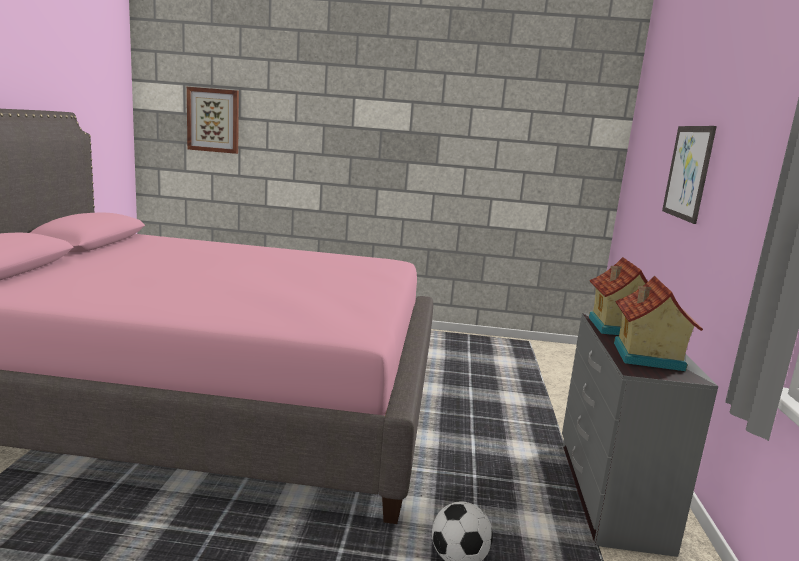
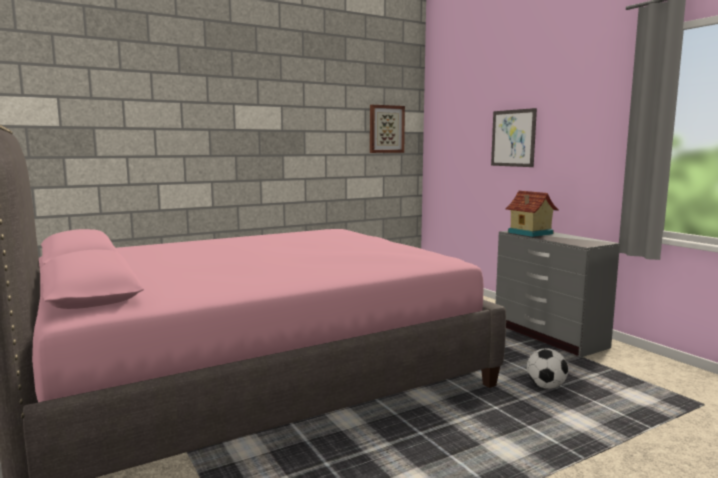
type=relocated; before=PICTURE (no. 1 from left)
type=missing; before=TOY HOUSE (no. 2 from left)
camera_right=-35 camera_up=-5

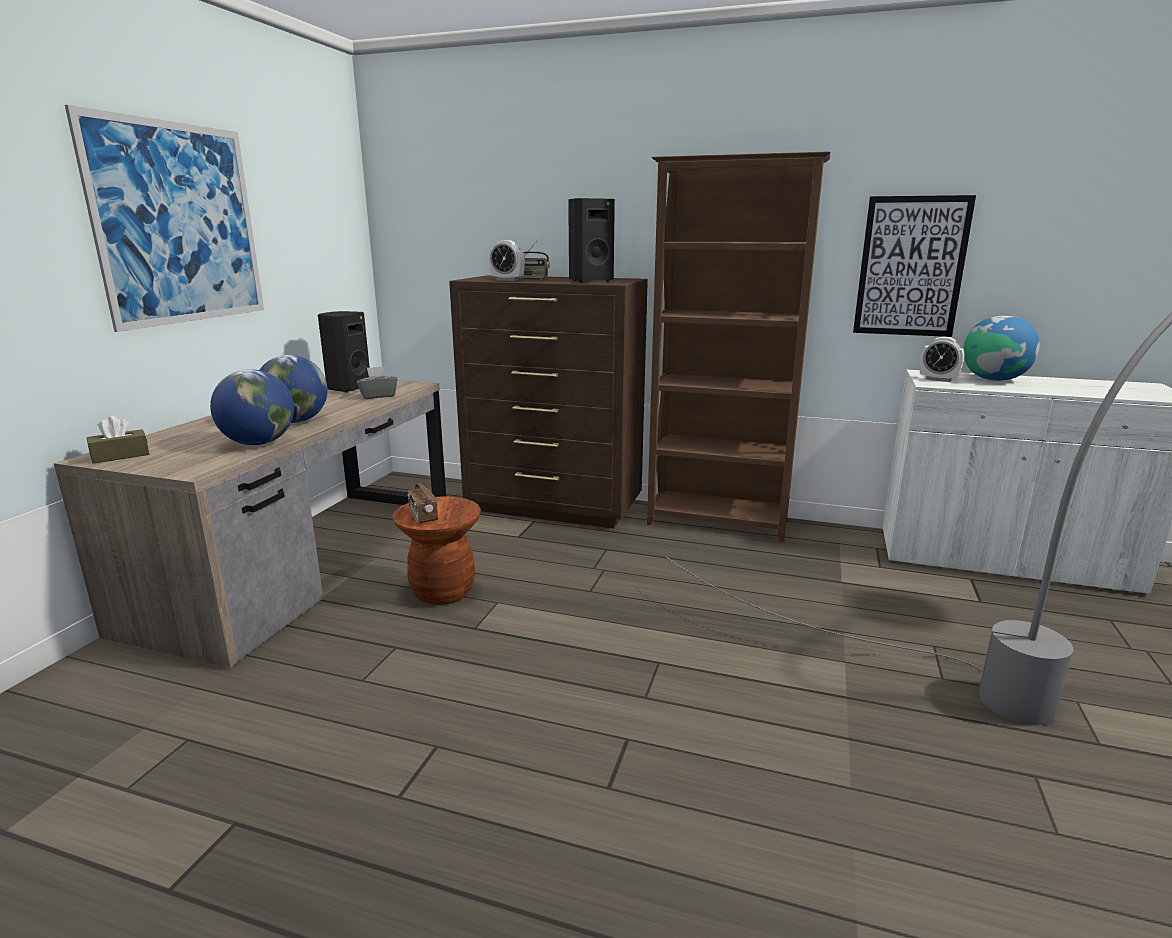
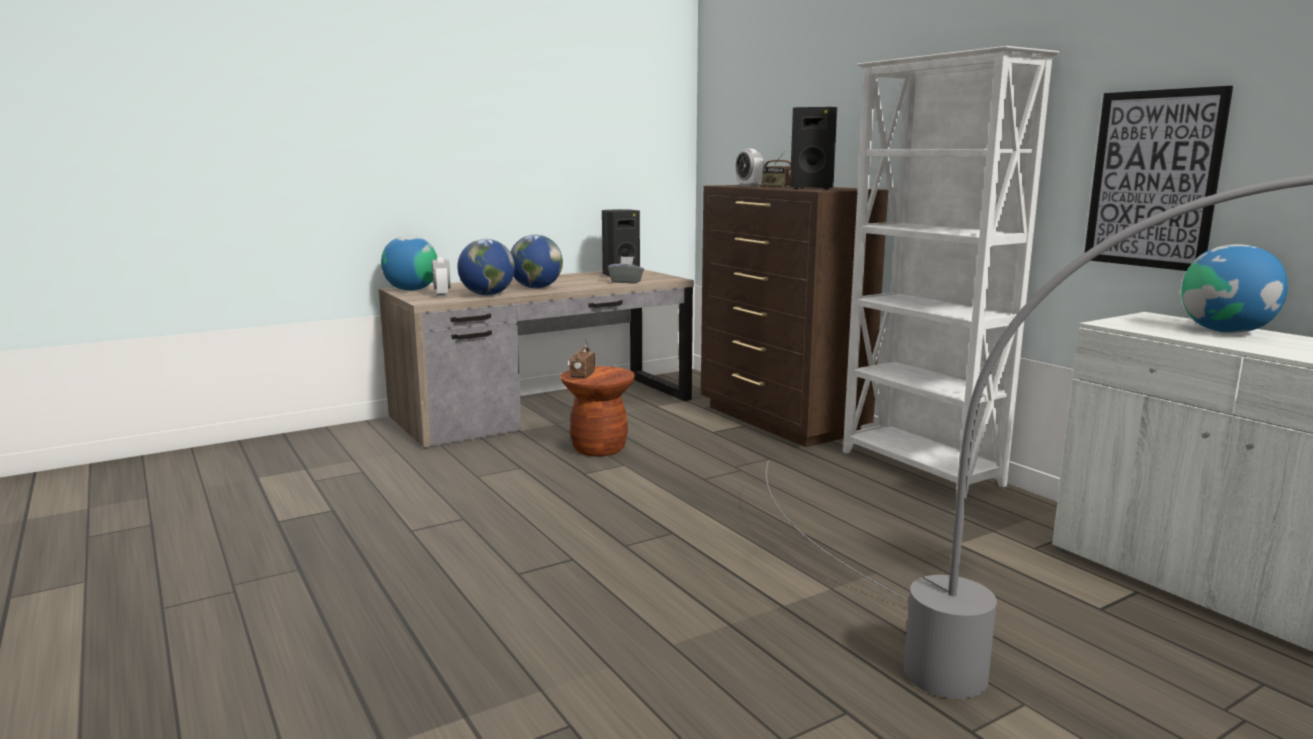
type=missing; before=PICTURE (no. 1 from left)
type=colour; before=BROWN BOOKCASE; after=WHITE BOOKCASE
type=relocated; before=ALARM CLOCK (no. 2 from left in the first image); after=ALARM CLOCK (no. 1 from left)
type=exchanged; before=BROWN TISSUE BOX; after=GLOBE (no. 1 from left)
camera_right=40 camera_up=-5

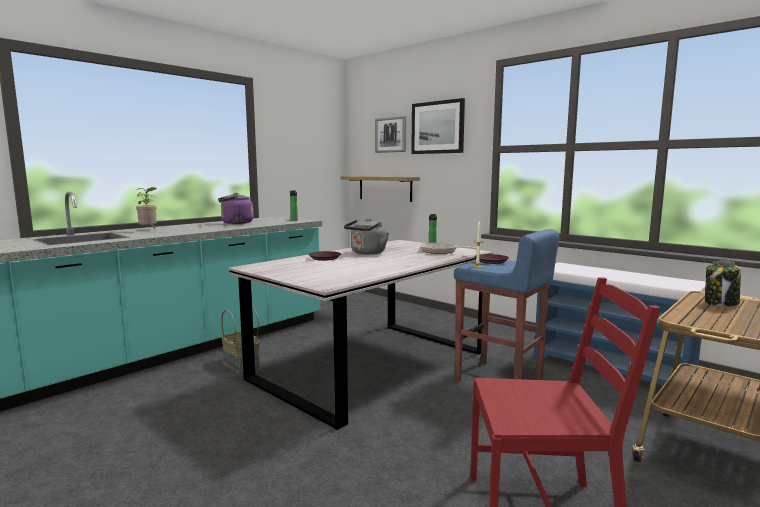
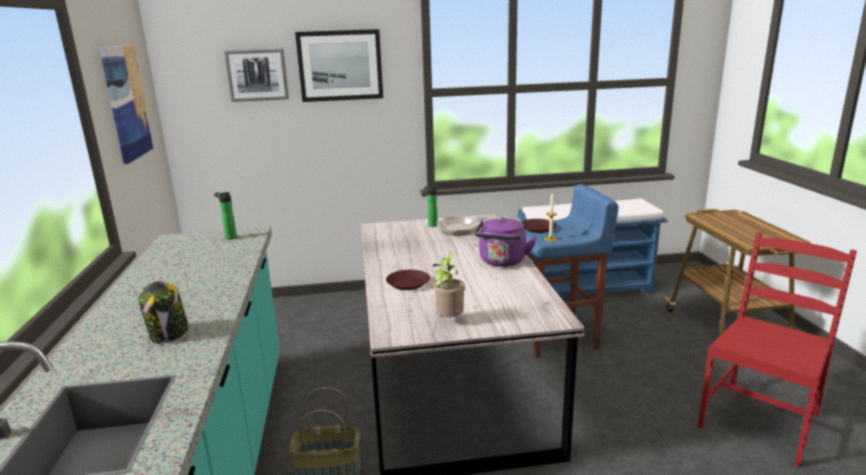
type=missing; before=SHELF
type=relocated; before=POTTED PLANT
type=relocated; before=PURPLE KETTLE
type=missing; before=GREY KETTLE
type=relocated; before=JAR
type=appeared; after=PICTURE (no. 1 from left)
camera_right=-50 camera_up=10

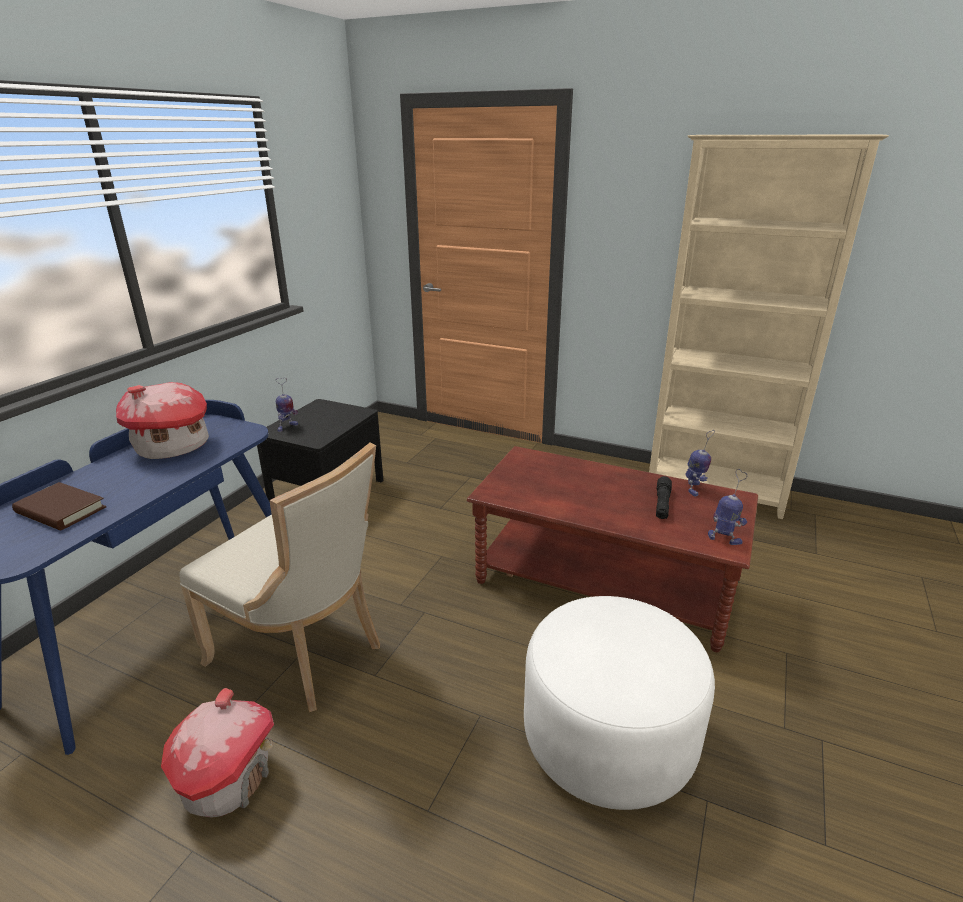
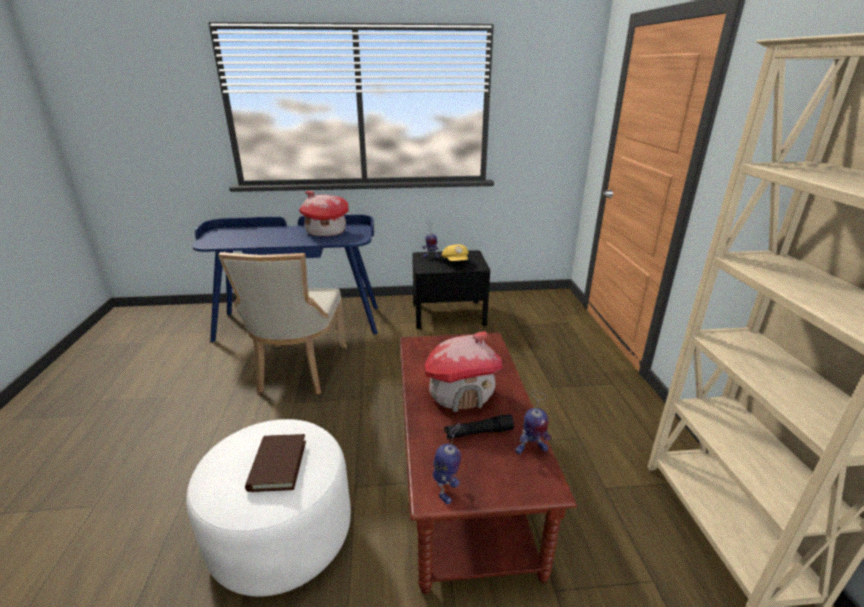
type=relocated; before=BROWN BOOK
type=relocated; before=TOY HOUSE (no. 2 from left)
type=appeared; after=YELLOW CAP
camera_right=60 camera_up=0

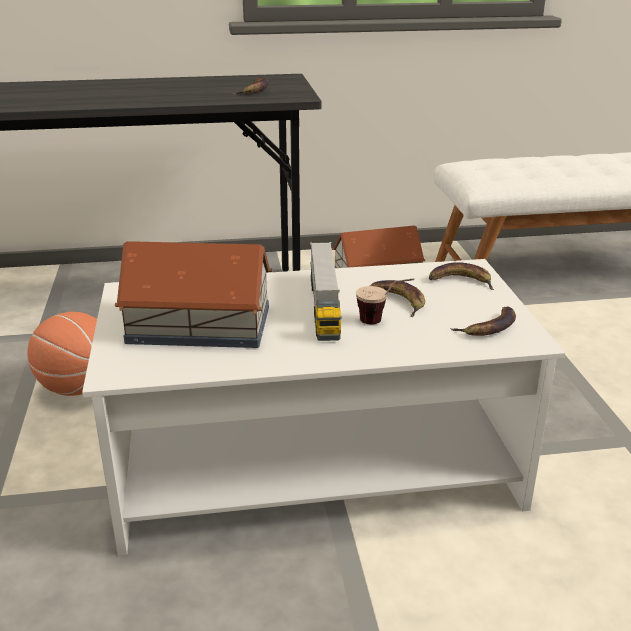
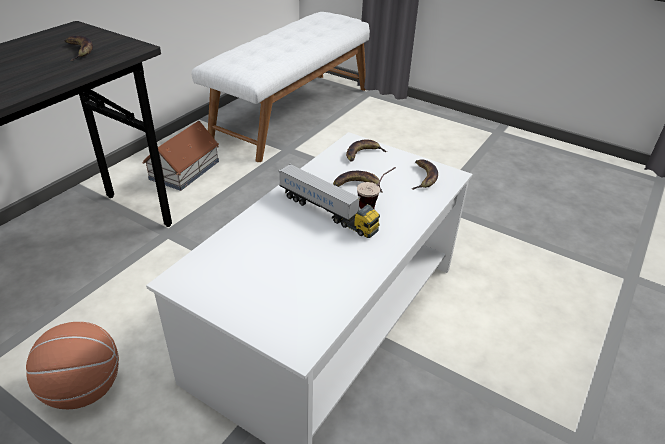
type=missing; before=TOY HOUSE (no. 1 from left)
camera_right=-50 camera_up=10

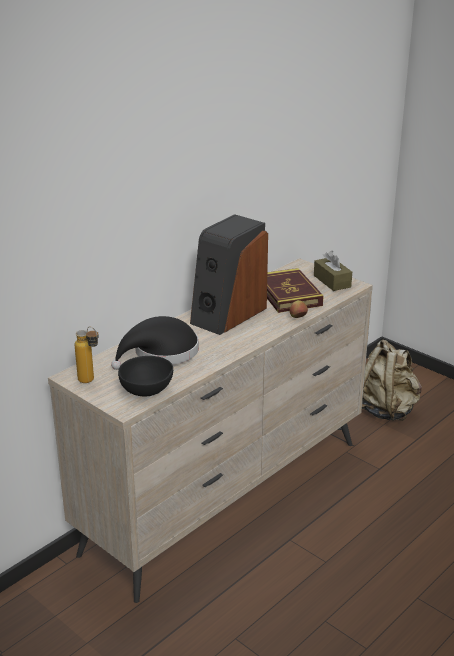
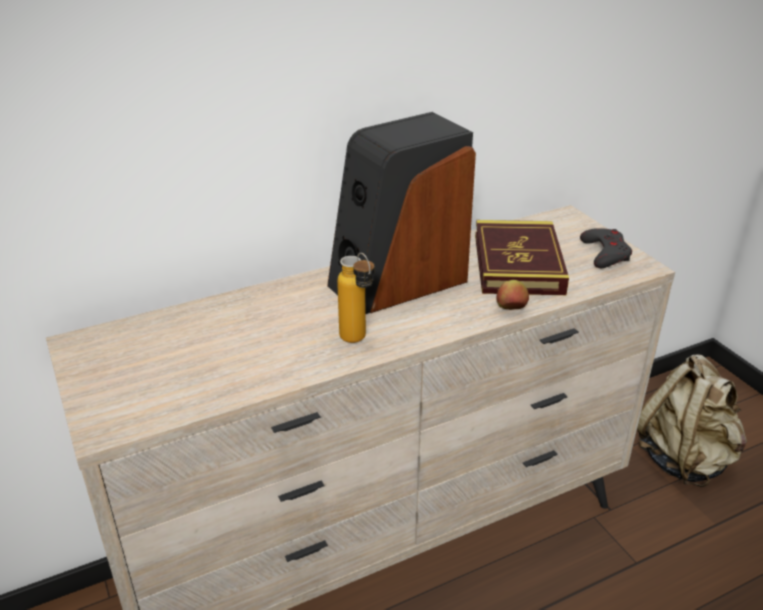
type=exchanged; before=BROWN TISSUE BOX; after=GREY GAME CONTROLLER
type=missing; before=BLACK HAT
type=relocated; before=BOTTLE
type=missing; before=BLACK BOWL
camera_right=20 camera_up=5

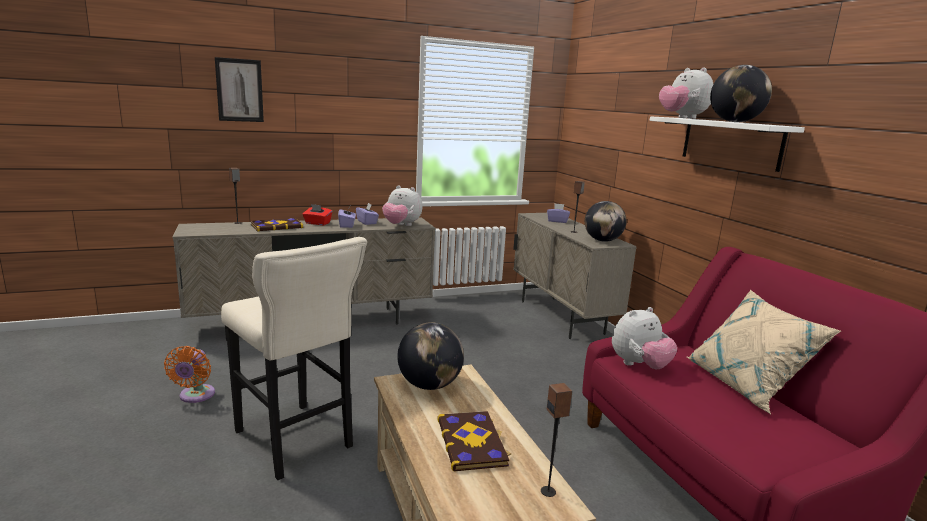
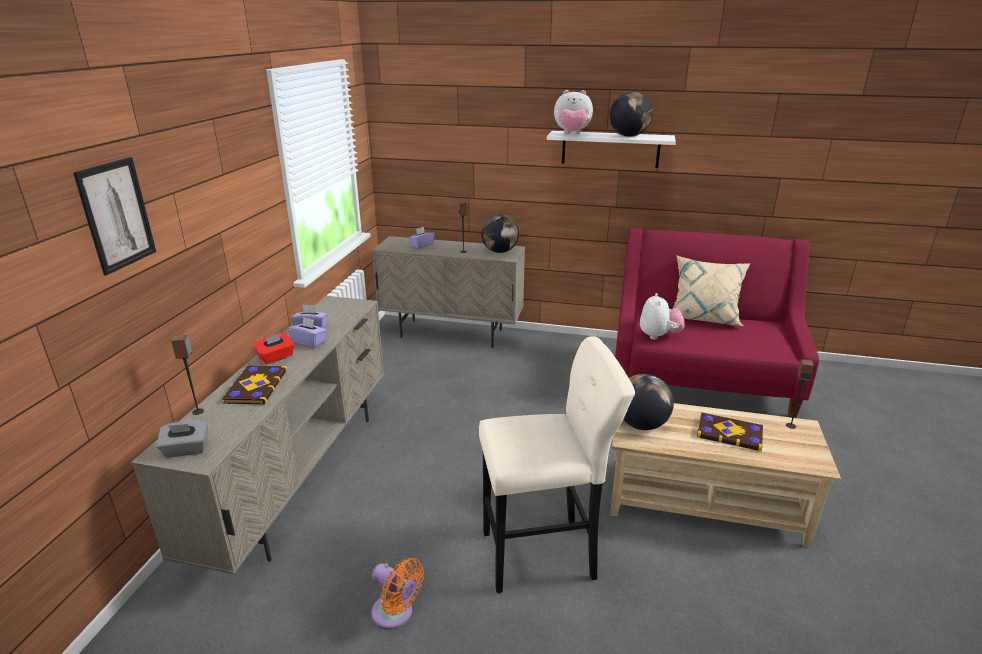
type=missing; before=PLUSH TOY (no. 1 from left)
type=appeared; after=GREY TISSUE BOX
camera_right=-55 camera_up=10

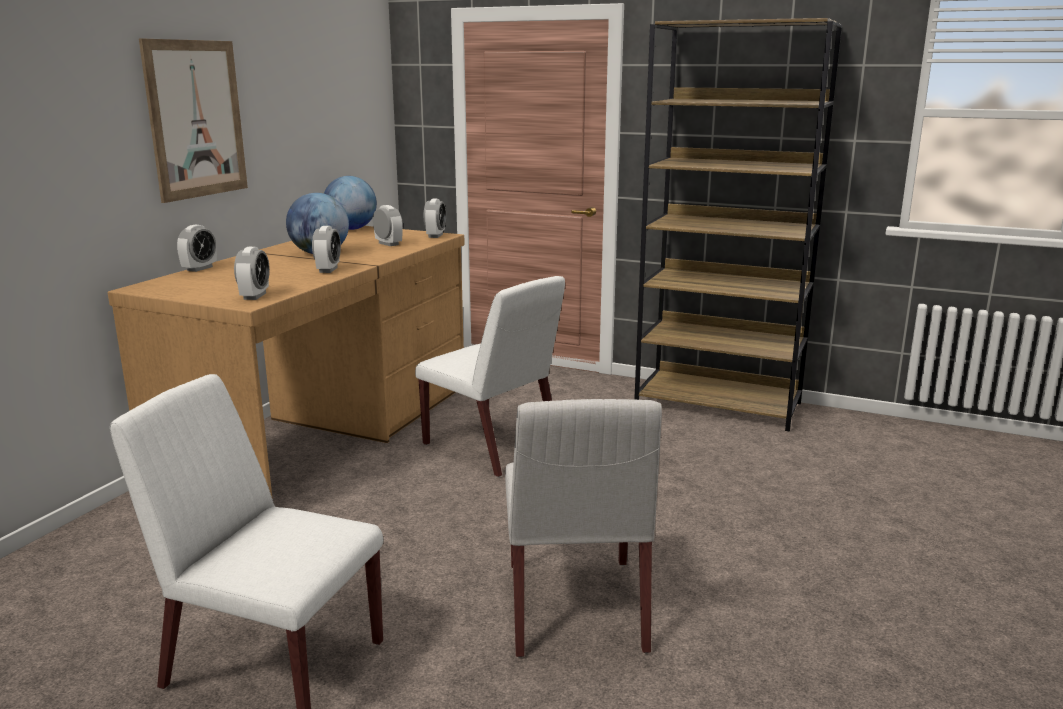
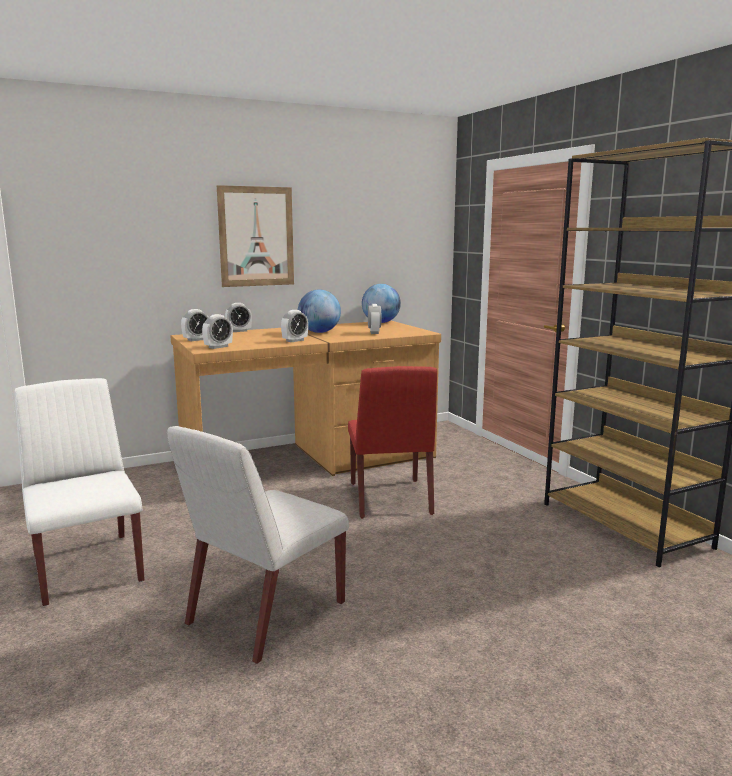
type=relocated; before=ALARM CLOCK (no. 5 from left in the first image); after=ALARM CLOCK (no. 1 from left)
type=colour; before=WHITE CHAIR (no. 2 from left); after=RED CHAIR
camera_right=40 camera_up=-5

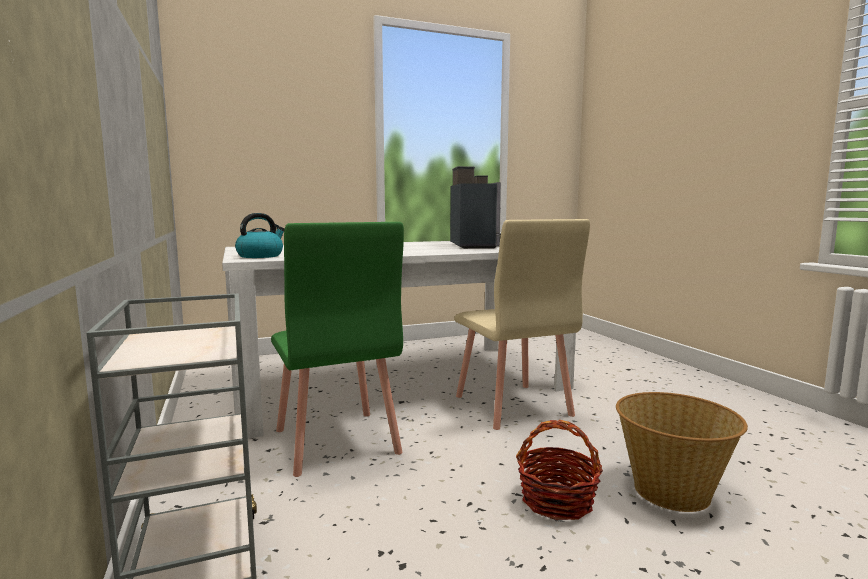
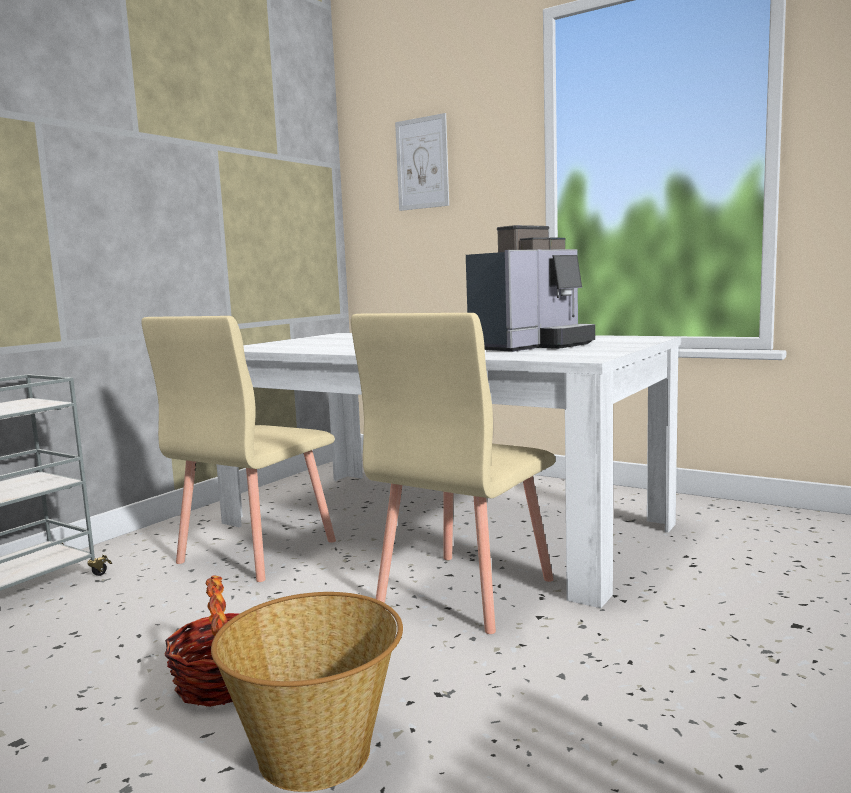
type=missing; before=KETTLE
type=colour; before=GREEN CHAIR; after=BEIGE CHAIR (no. 1 from left)
type=appeared; after=PICTURE
camera_right=55 camera_up=0

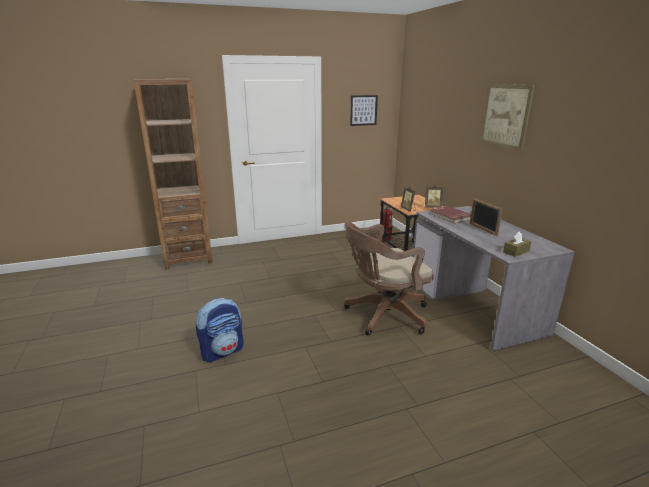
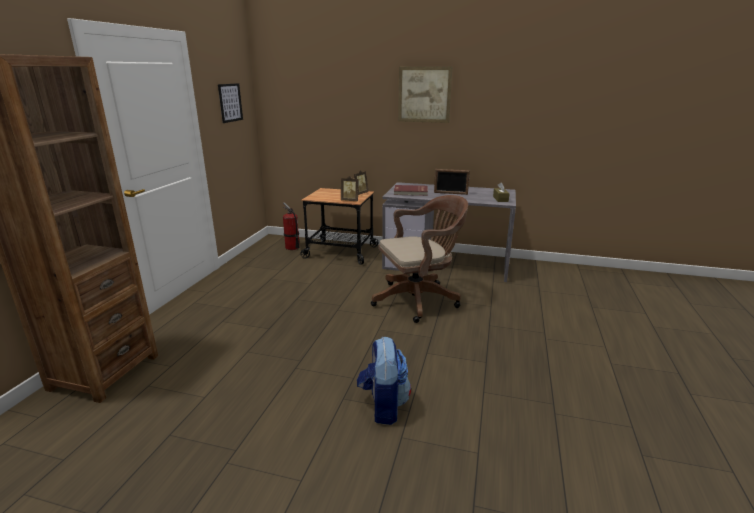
type=spun; before=BROWN OFFICE CHAIR; turn=-120
camera_right=-55 camera_up=0

